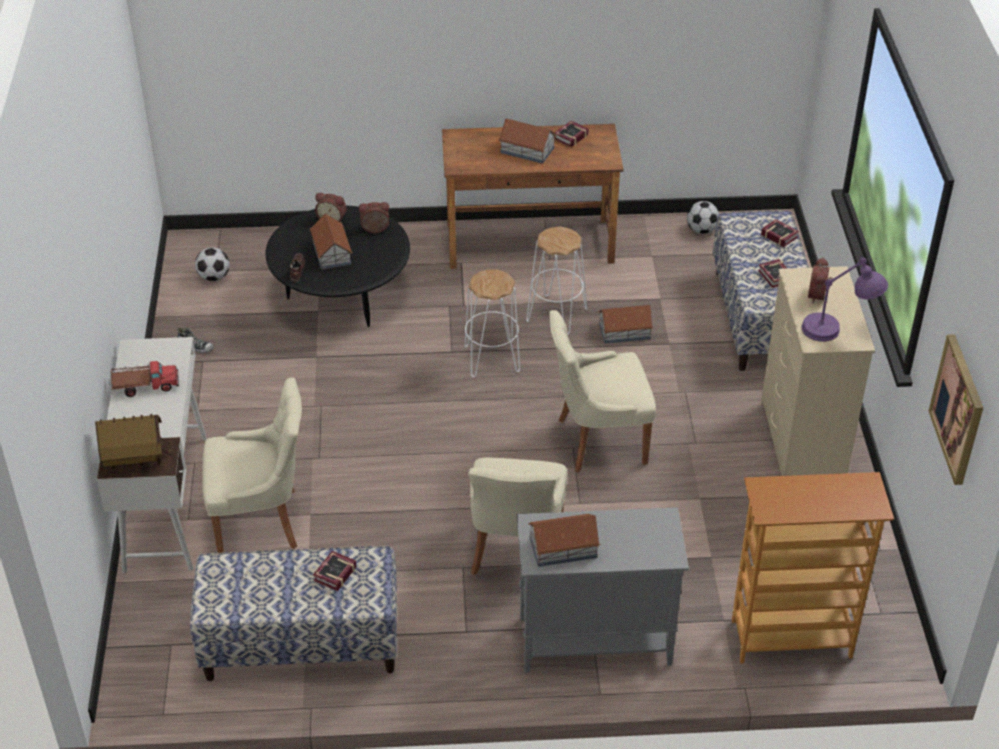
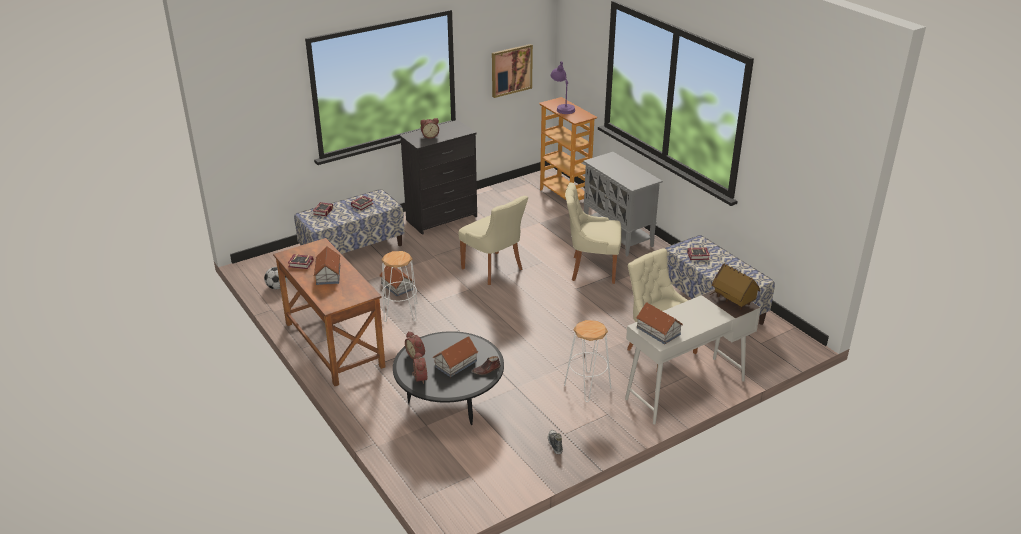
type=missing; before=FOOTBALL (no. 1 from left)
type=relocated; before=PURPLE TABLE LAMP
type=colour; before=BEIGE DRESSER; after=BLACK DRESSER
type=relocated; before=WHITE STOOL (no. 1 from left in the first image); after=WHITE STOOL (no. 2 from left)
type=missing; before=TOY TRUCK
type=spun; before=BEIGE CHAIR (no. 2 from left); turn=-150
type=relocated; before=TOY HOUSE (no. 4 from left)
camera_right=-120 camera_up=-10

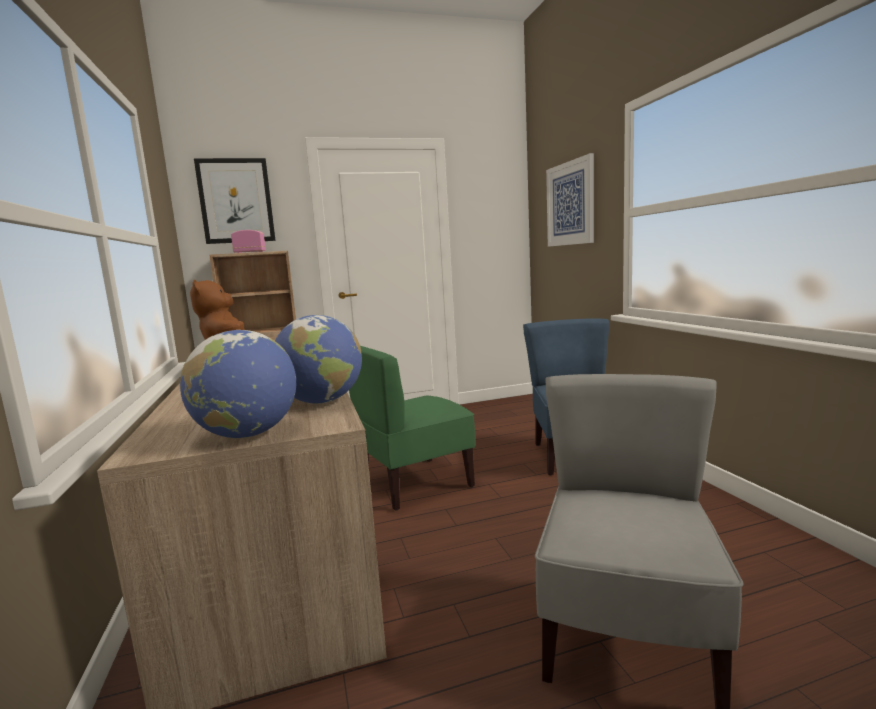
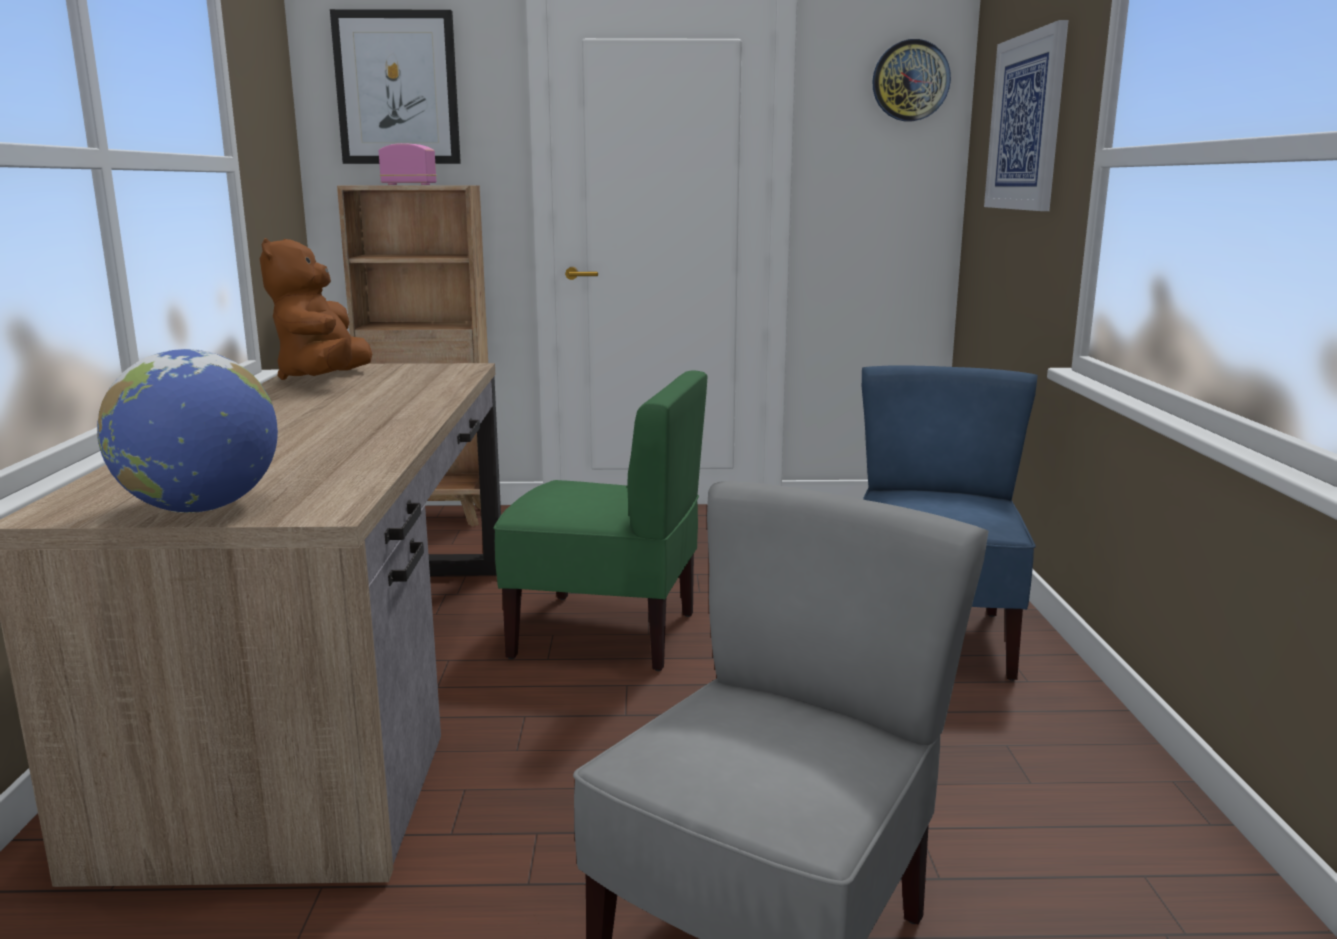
type=missing; before=GLOBE (no. 2 from left)
type=spun; before=GREEN CHAIR; turn=-150
type=appeared; after=WALL CLOCK
camera_right=15 camera_up=5

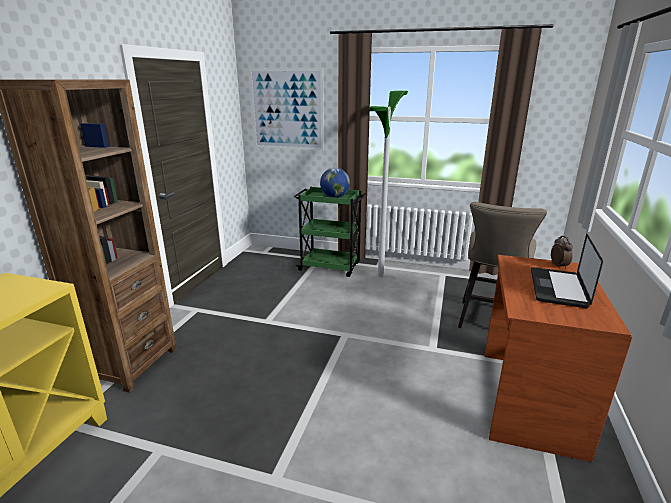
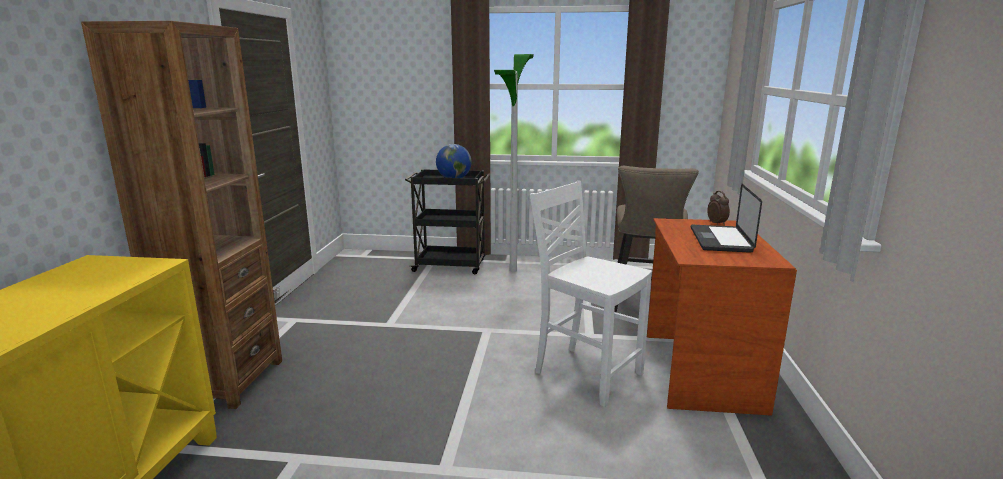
type=missing; before=PICTURE
type=colour; before=GREEN CART; after=BLACK CART
type=appeared; after=WHITE CHAIR
camera_right=-10 camera_up=-5

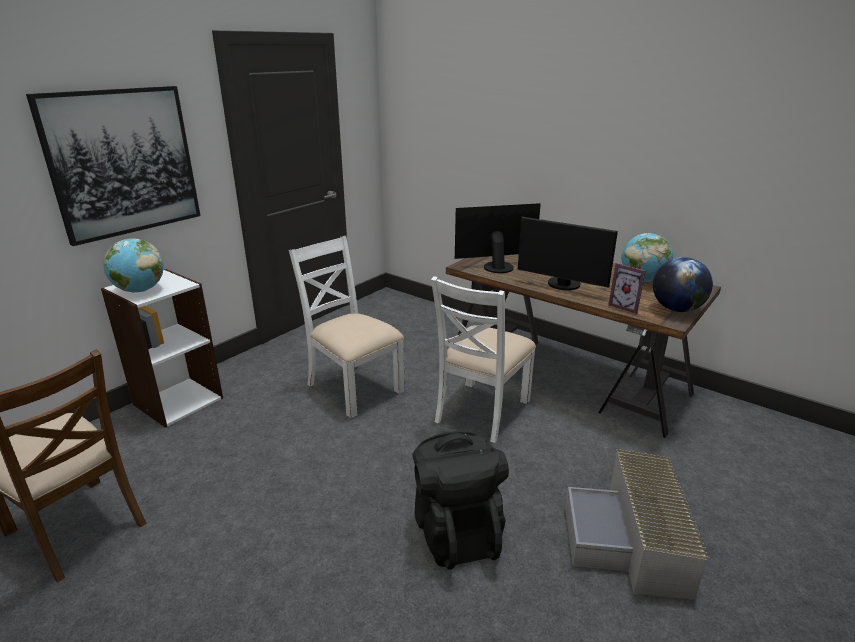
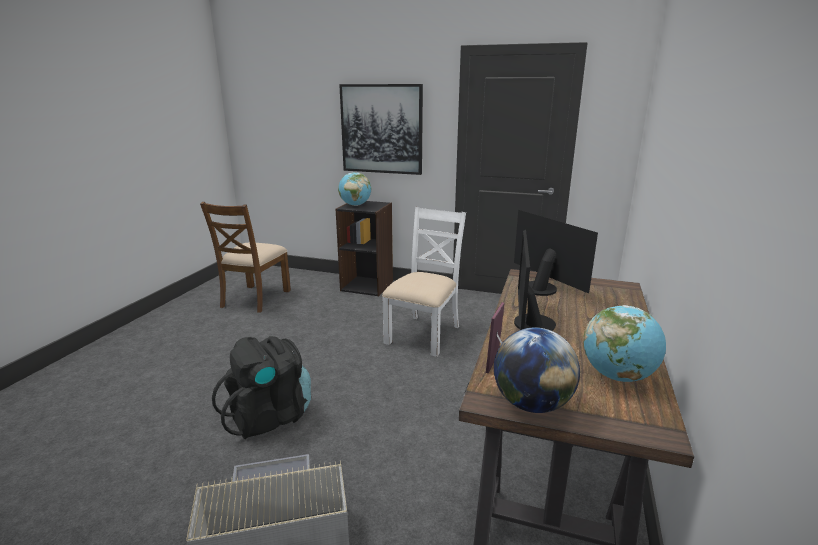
type=colour; before=WHITE BOOKCASE; after=BLACK BOOKCASE
type=missing; before=WHITE CHAIR (no. 2 from left)
camera_right=70 camera_up=-5

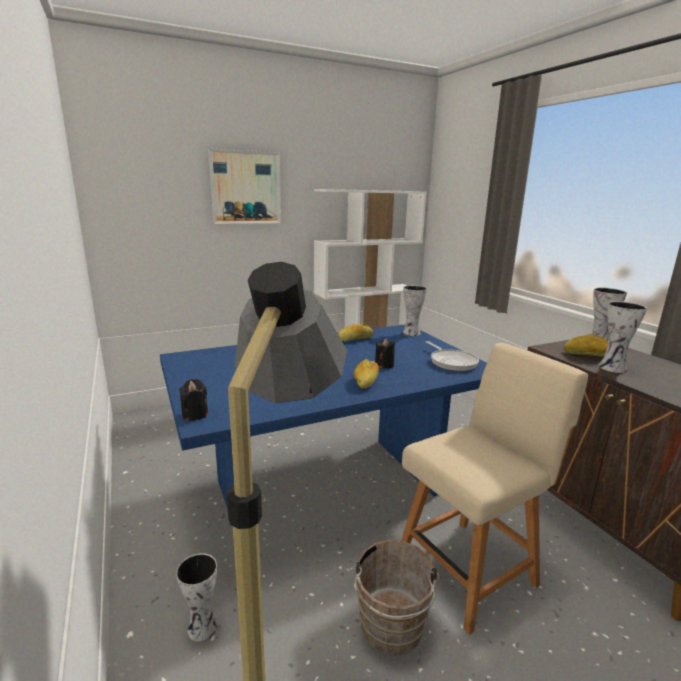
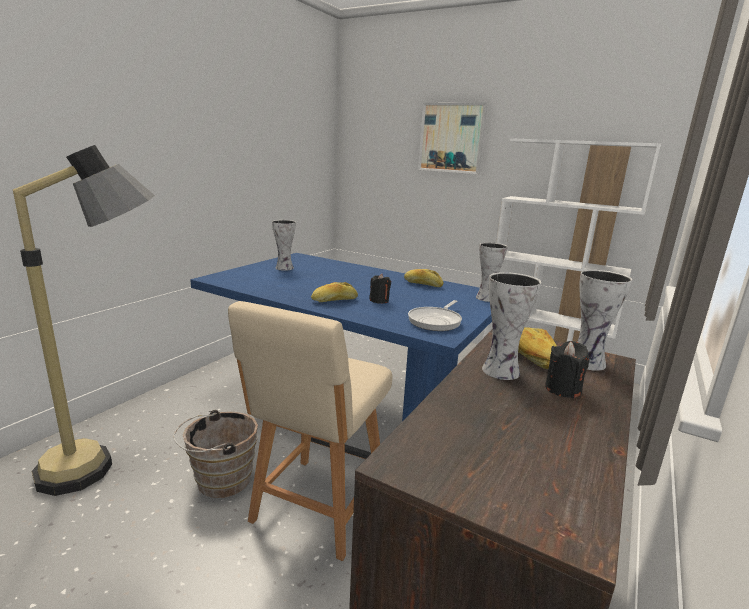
type=spun; before=BEIGE CHAIR; turn=90
type=relocated; before=BLACK CANDLE (no. 1 from left in the first image); after=BLACK CANDLE (no. 2 from left)
type=relocated; before=VASE (no. 1 from left)
camera_right=55 camera_up=0

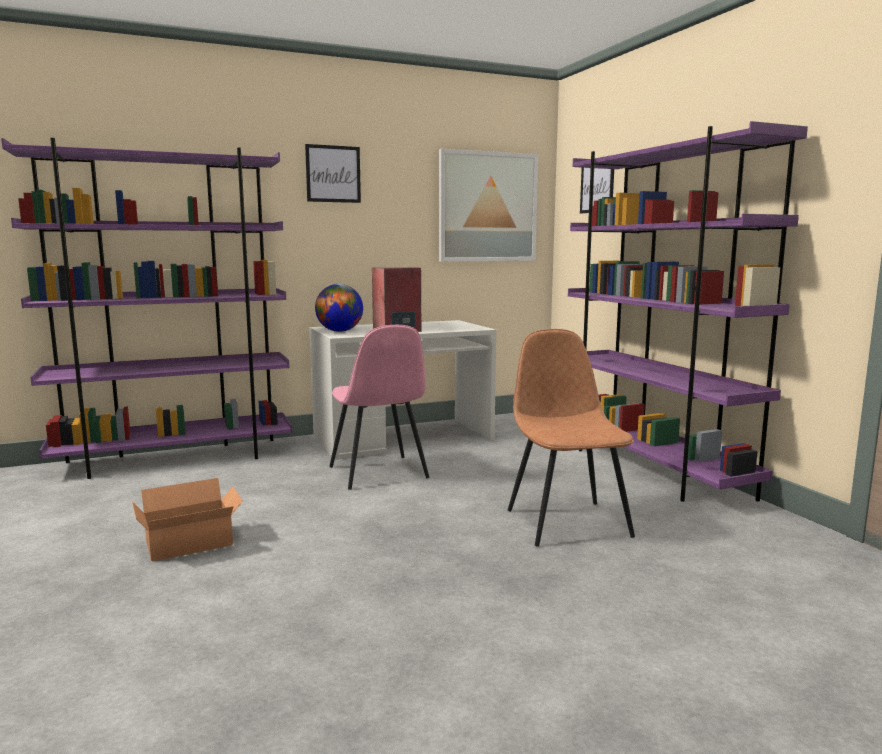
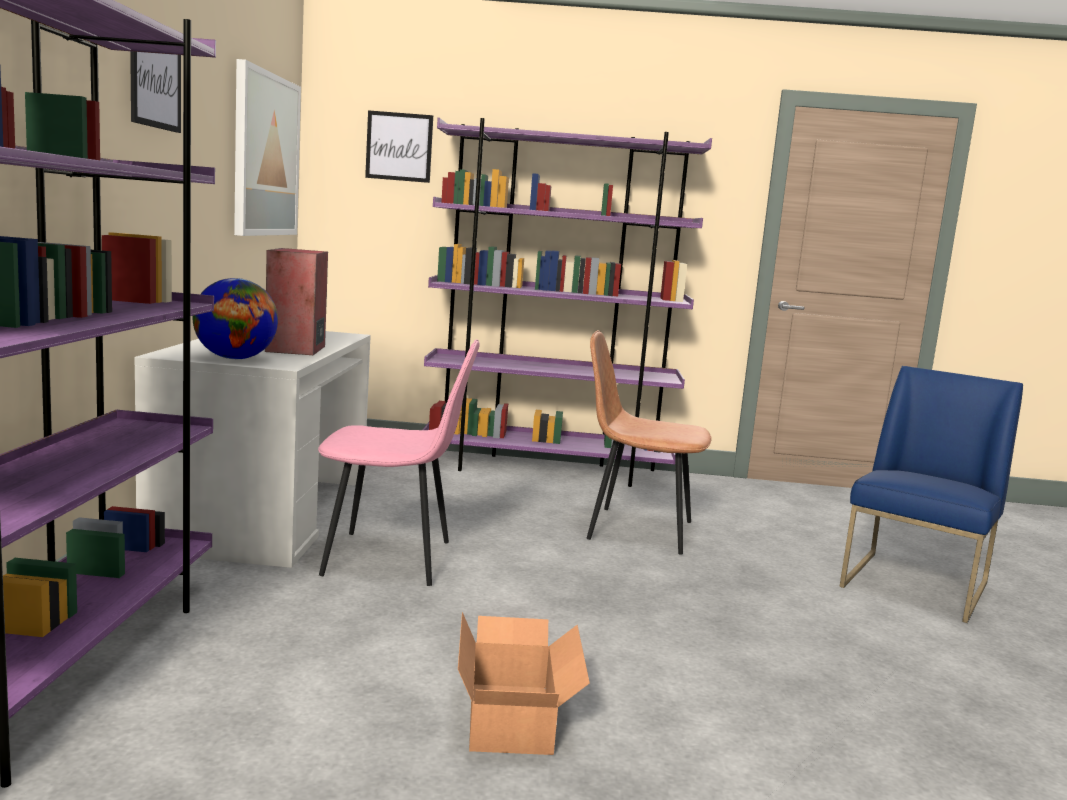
type=appeared; after=BLUE CHAIR
camera_right=-65 camera_up=0

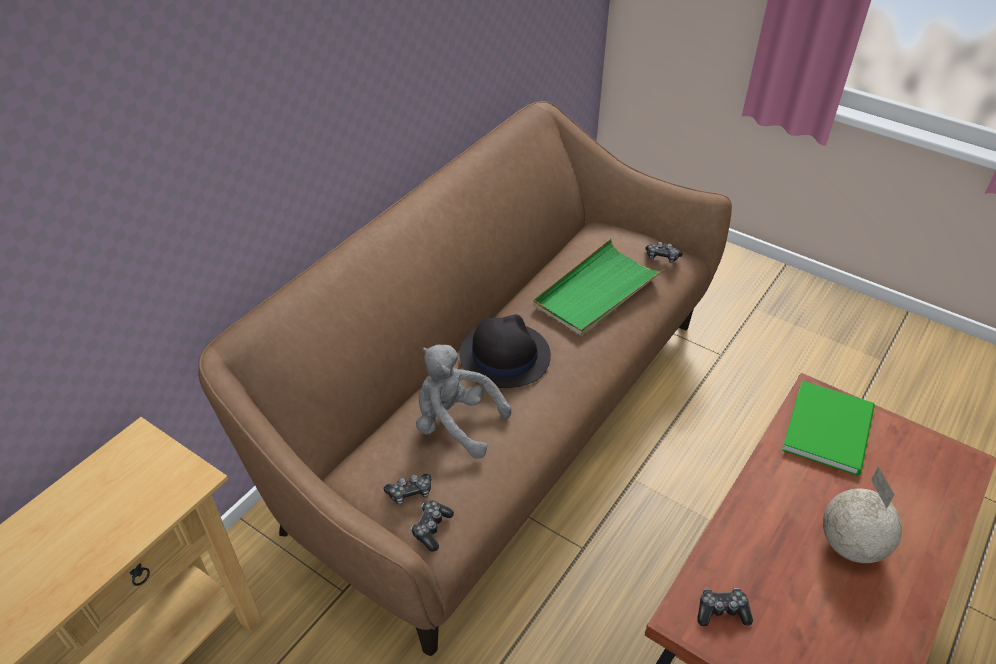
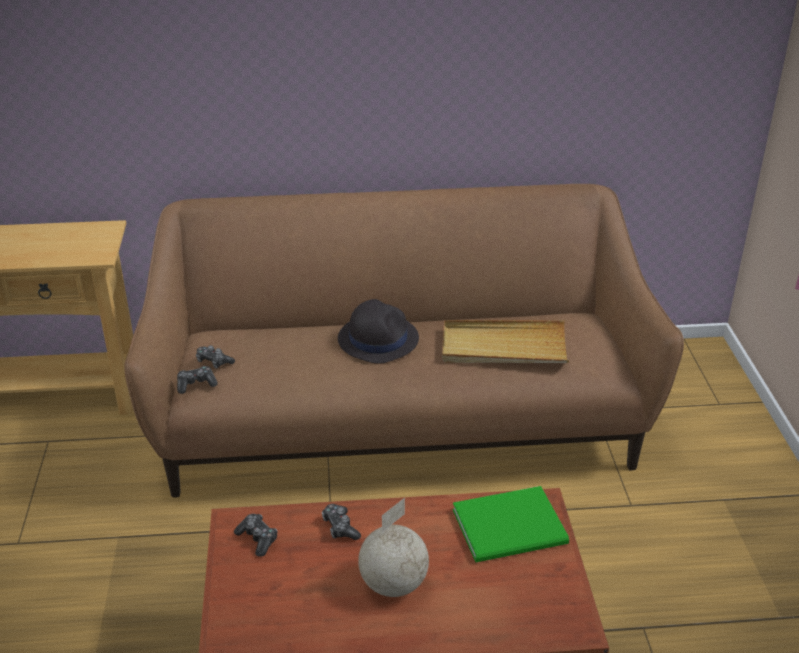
type=colour; before=GREEN TRAY; after=BEIGE TRAY
type=relocated; before=GAME CONTROLLER (no. 3 from left in the first image); after=GAME CONTROLLER (no. 4 from left)
type=missing; before=GREY PLUSH TOY
camera_right=50 camera_up=-10

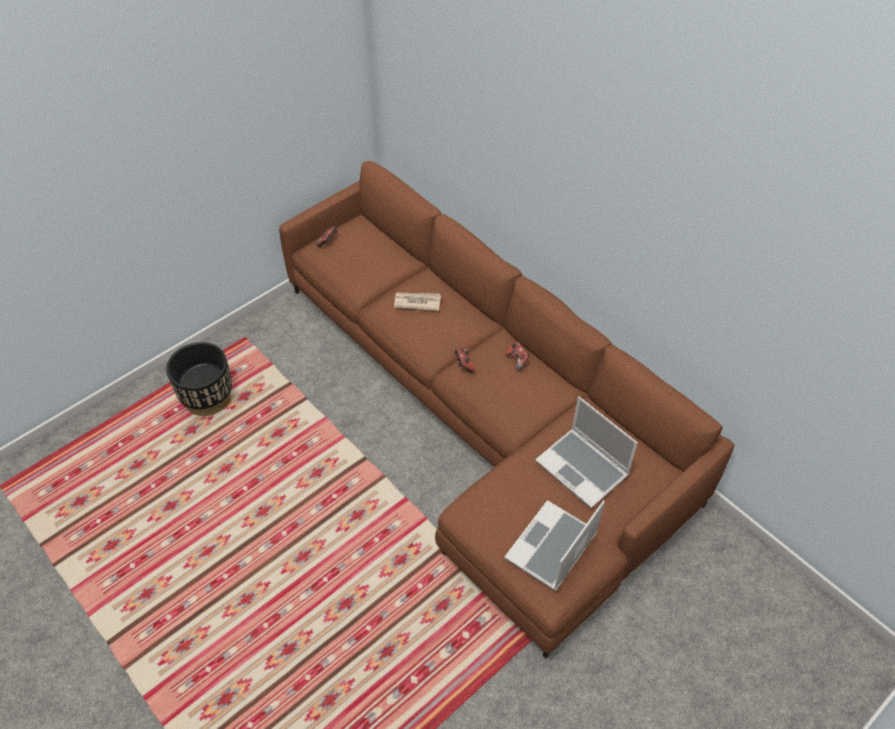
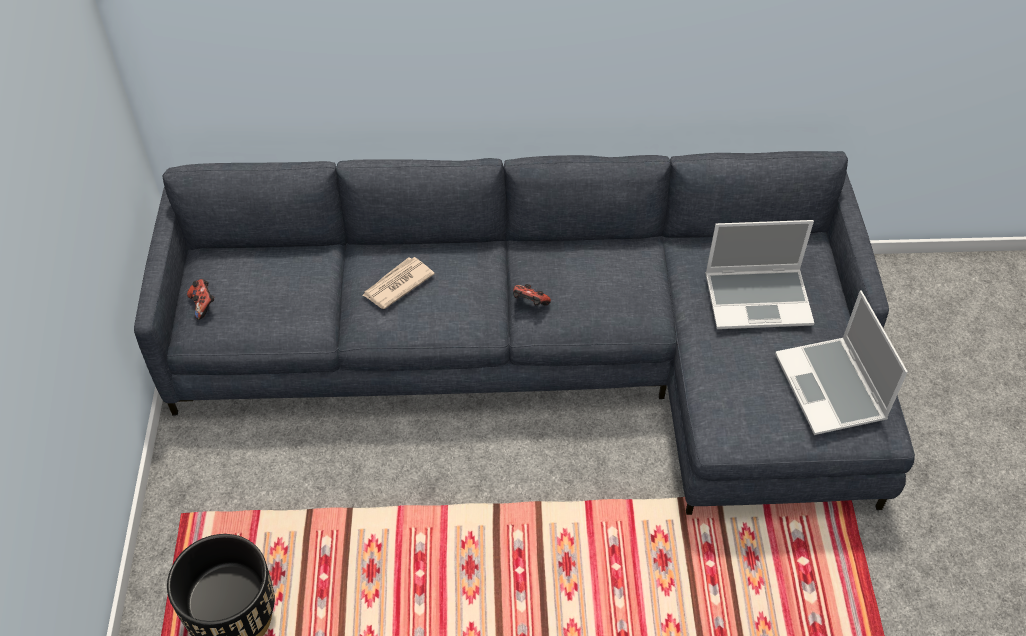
type=colour; before=BROWN SOFA; after=GREY SOFA
type=missing; before=GAME CONTROLLER (no. 3 from left)
camera_right=-50 camera_up=0

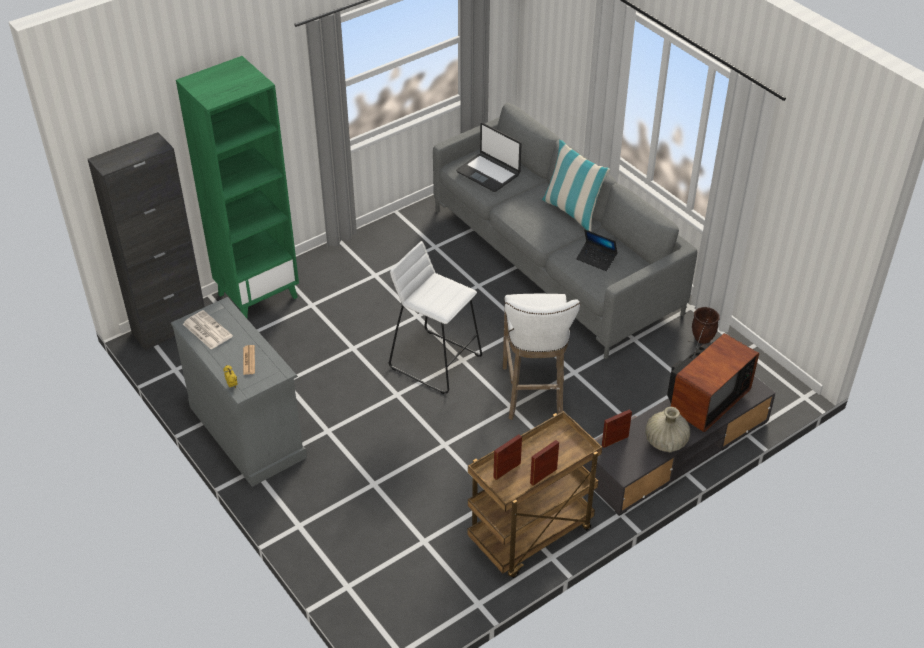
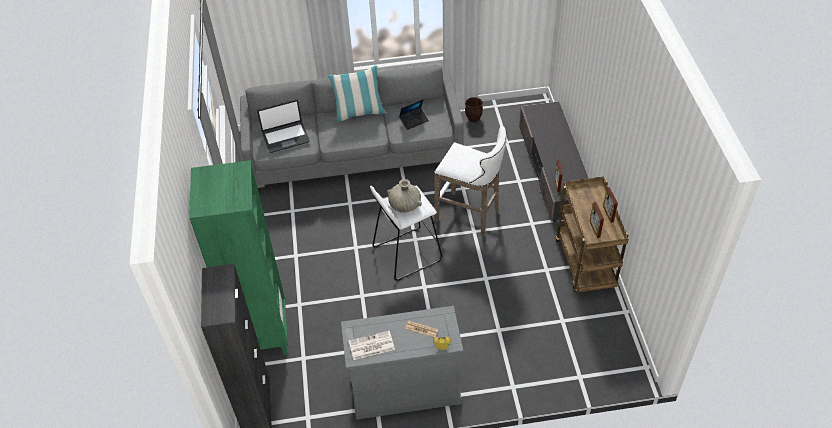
type=missing; before=TELEVISION
type=relocated; before=BEIGE VASE
camera_right=-60 camera_up=5

